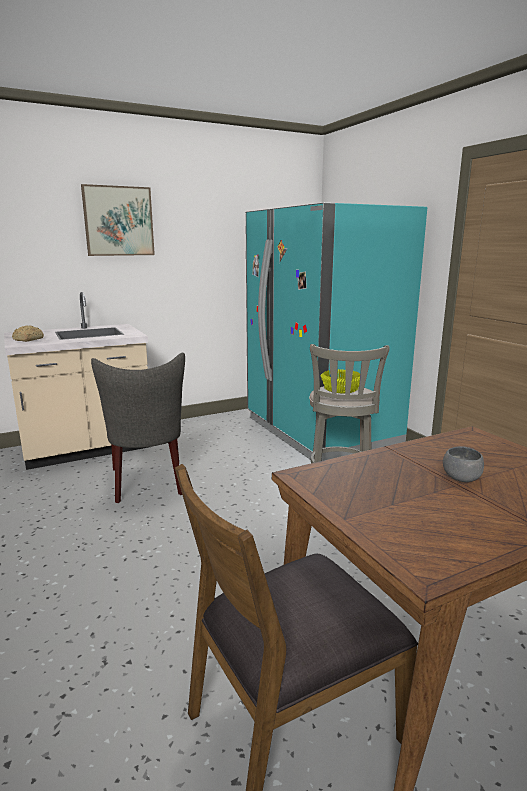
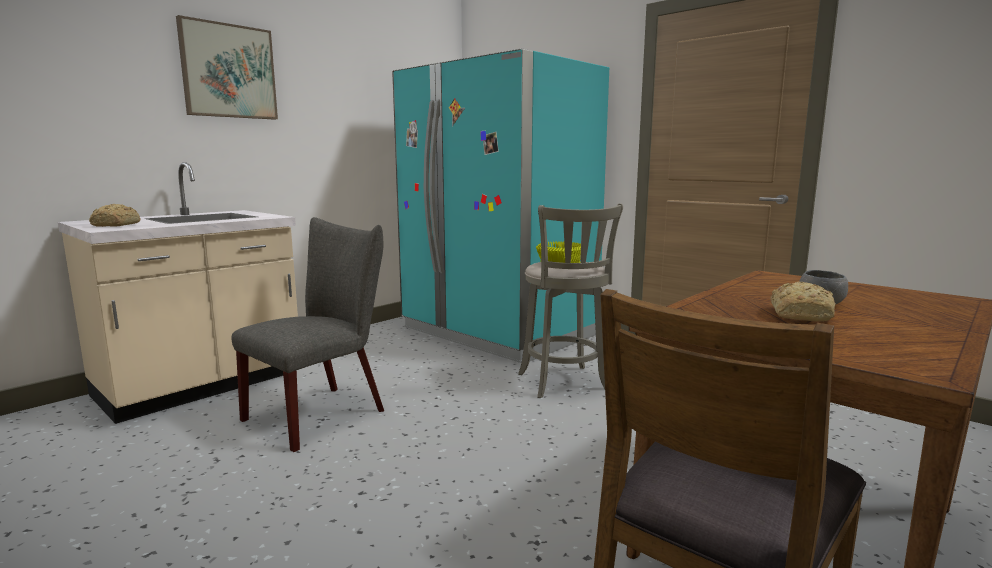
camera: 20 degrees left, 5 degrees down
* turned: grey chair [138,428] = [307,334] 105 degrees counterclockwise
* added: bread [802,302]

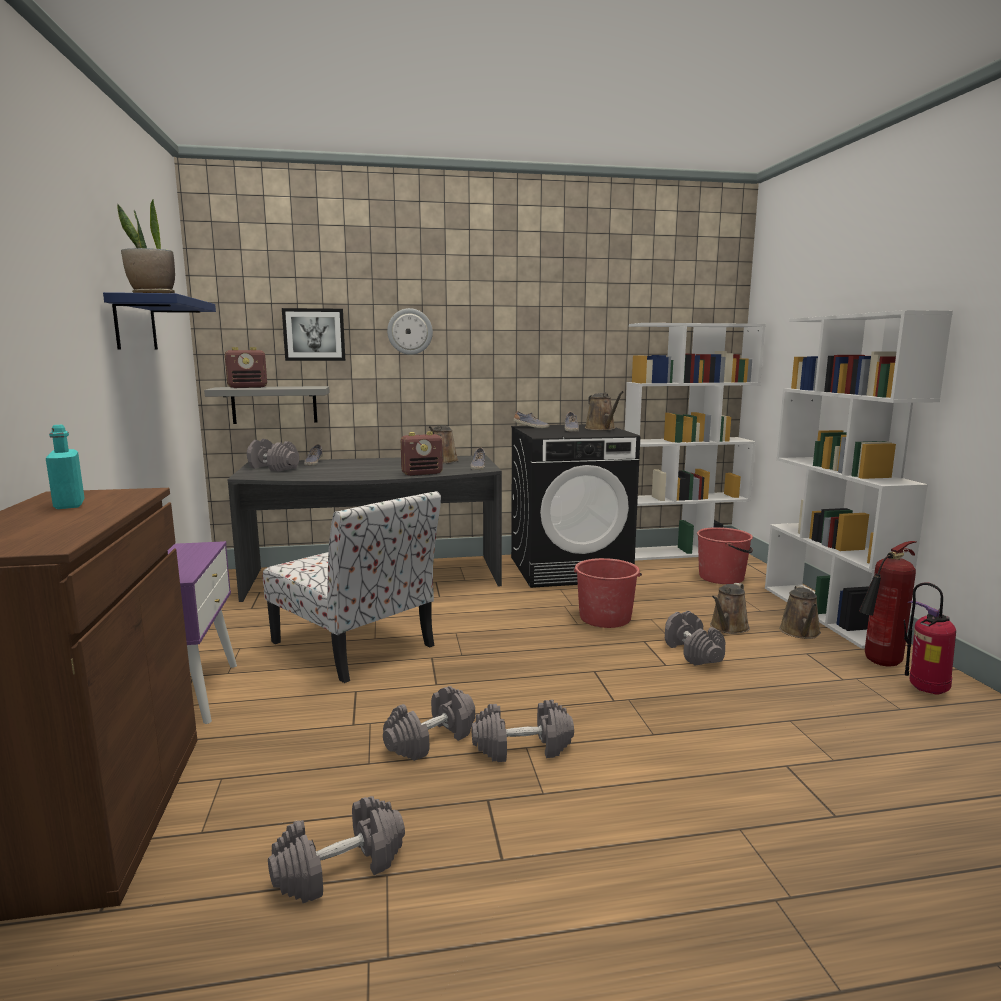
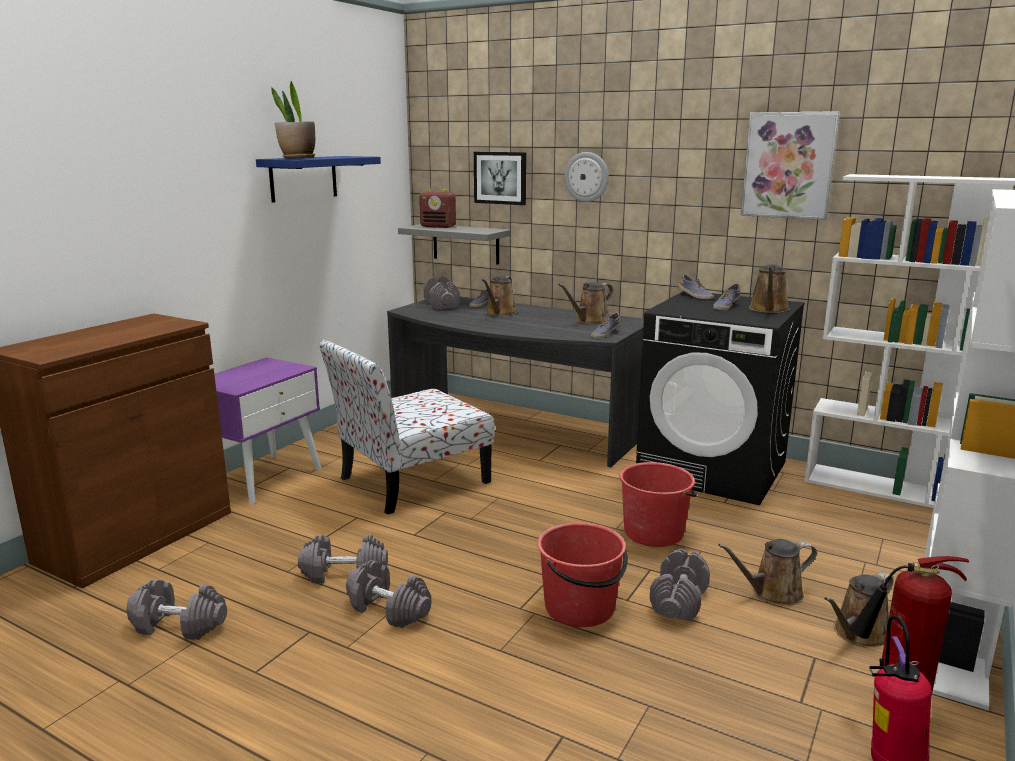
camera: 40 degrees right, 5 degrees up
* turned: chair [352,587] = [407,427] 60 degrees clockwise
* added: brown watering can [500,296]
* moved: red bucket [725,555] to [582,574]
* added: picture [790,165]
* removed: turquoise bottle [65,467]
* removed: radio [422,454]

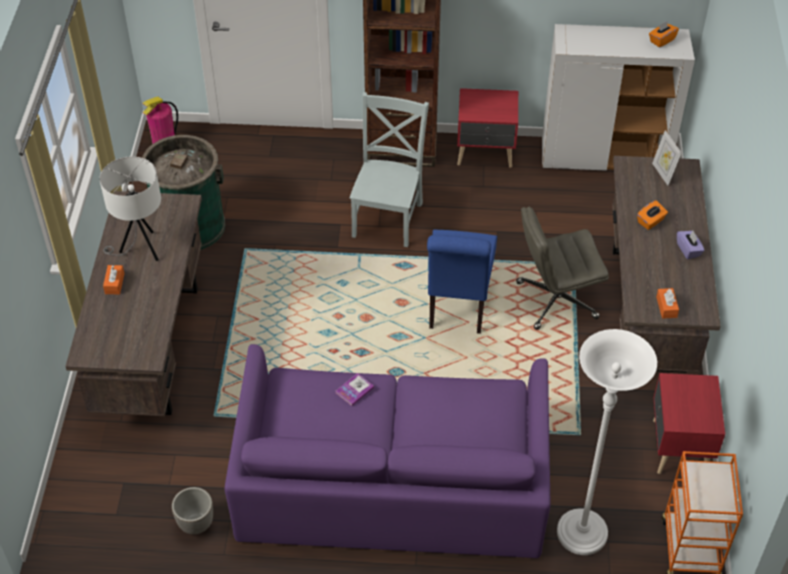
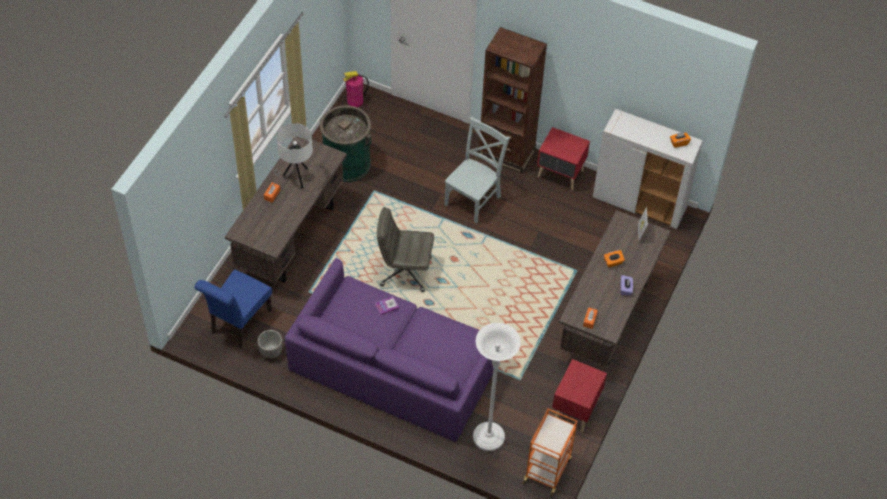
camera: 20 degrees right, 5 degrees up
* moved: blue chair [462,282] to [233,308]
* moved: grey office chair [562,268] to [405,249]

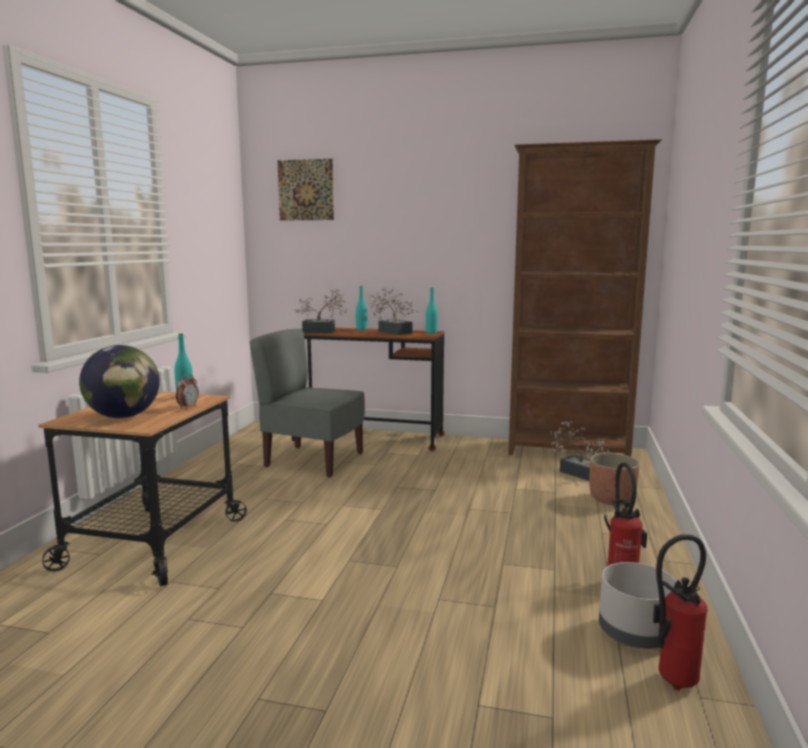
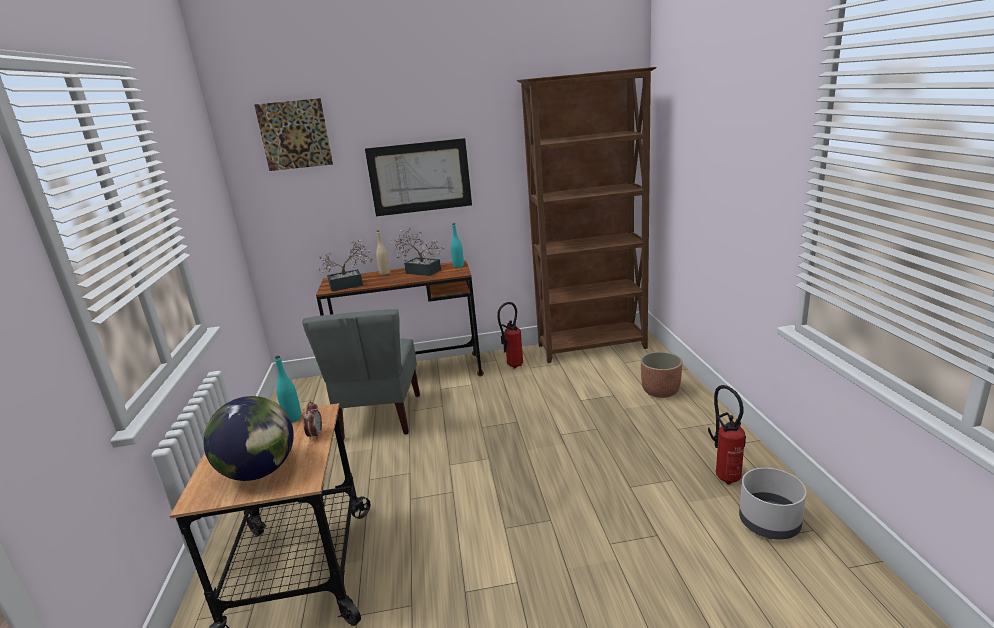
camera: 20 degrees left, 10 degrees up
* turned: grey chair [307,403] = [361,374] 90 degrees counterclockwise
* added: picture [418,177]
* recoloured: turquoise bottle [361,308] to beige bottle [383,252]
* moved: fire extinguisher [680,612] to [510,335]
* removed: potted plant [580,451]

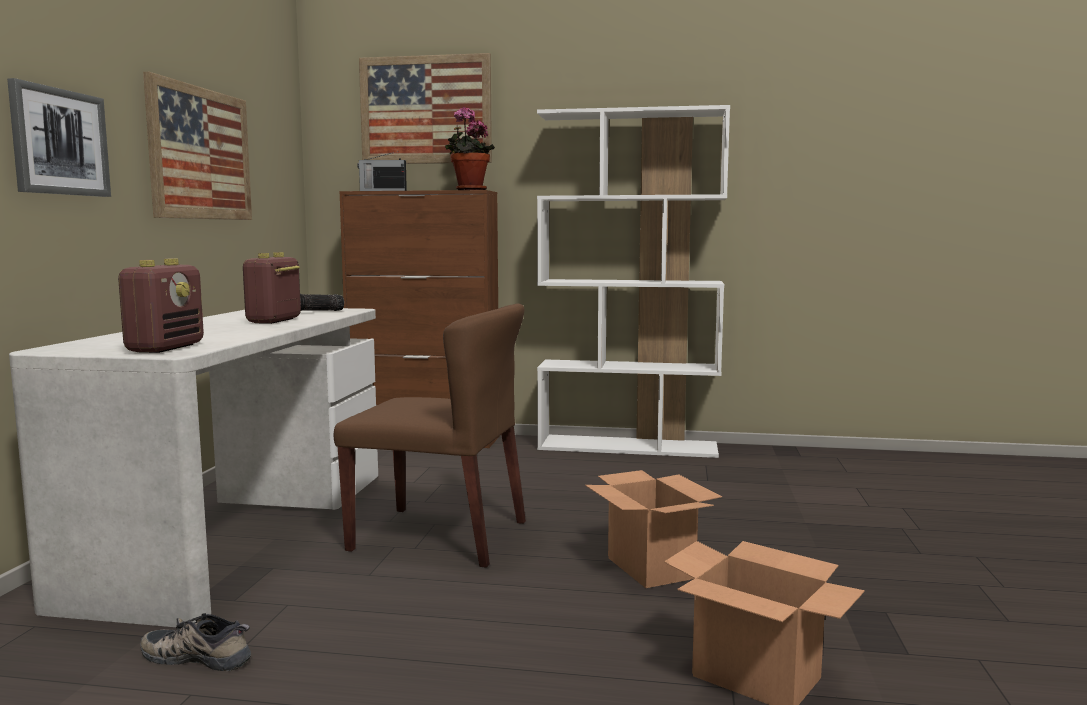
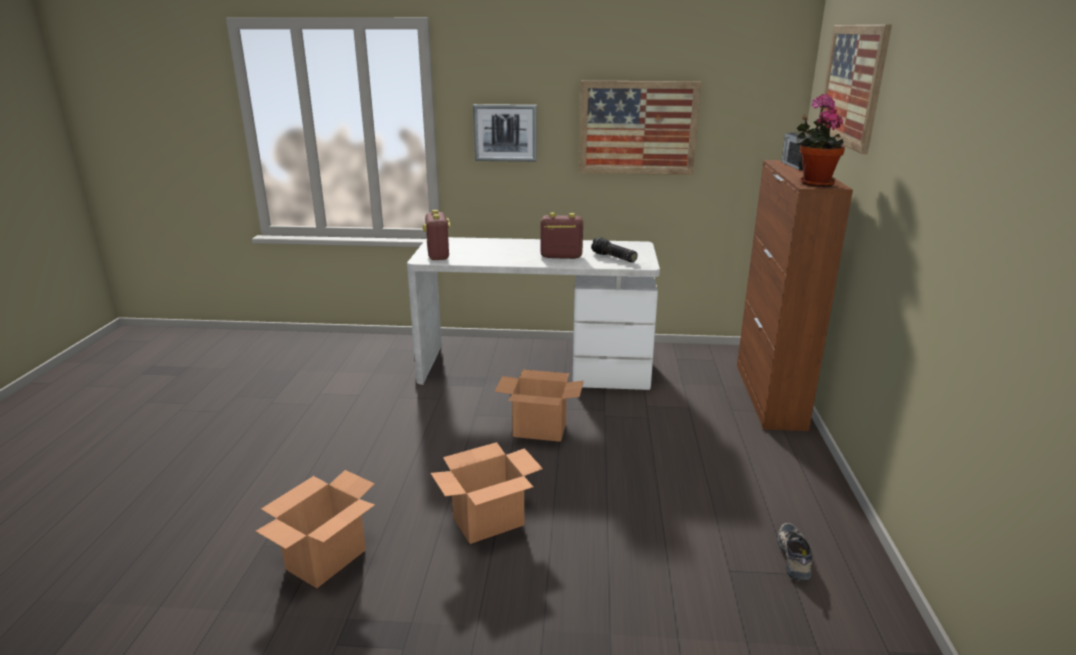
camera: 85 degrees right, 15 degrees up
* turned: radio [161,306] = [437,235] 75 degrees clockwise
* replaced: brown chair [430,436] to cardboard box [539,406]
* moved: shoe [195,642] to [794,552]
* removed: white bookcase [633,281]

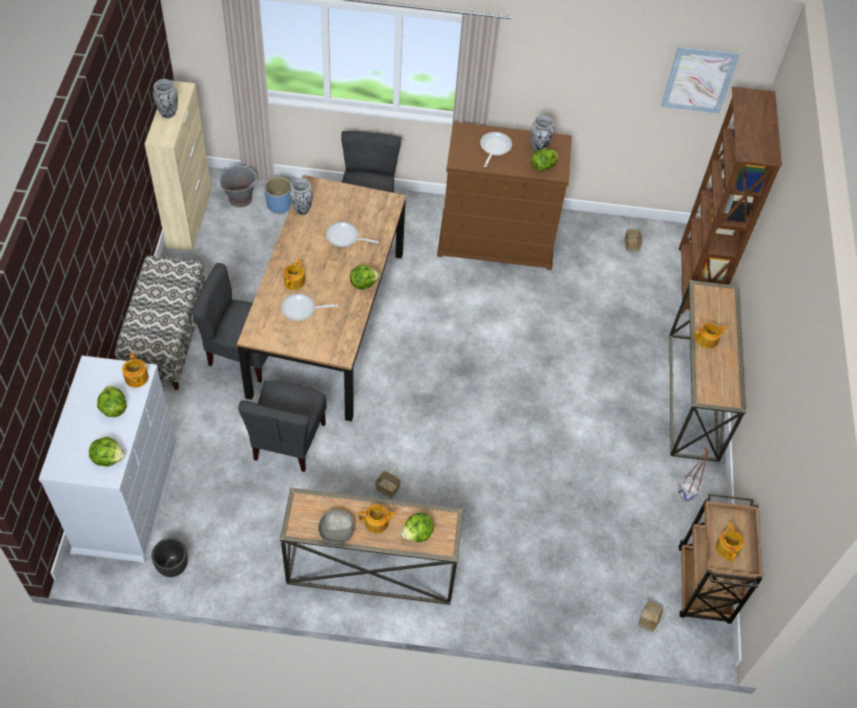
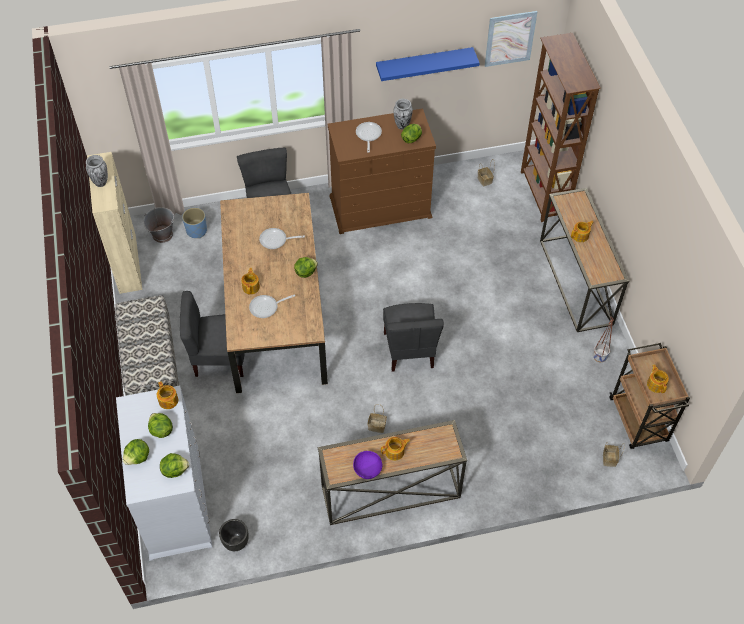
camera: 15 degrees left, 0 degrees up
* moved: lettuce [417,527] to [136,452]
* recoloured: grey bowl [336,527] to purple bowl [367,465]
* added: blue shelf [428,64]
* moved: grey chair [282,426] to [413,337]
* removed: vase [301,196]

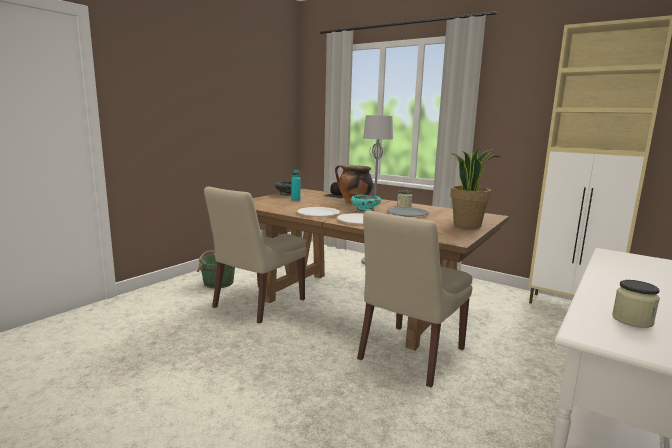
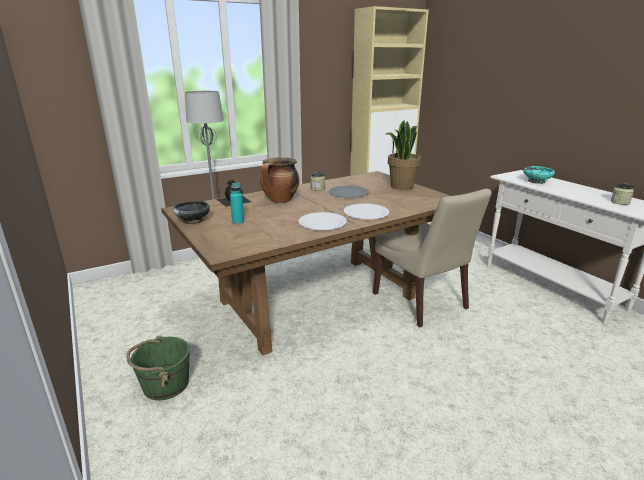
camera: 65 degrees left, 10 degrees up
* moved: turquoise bowl [366,203] to [539,175]
* removed: beige chair [255,255]

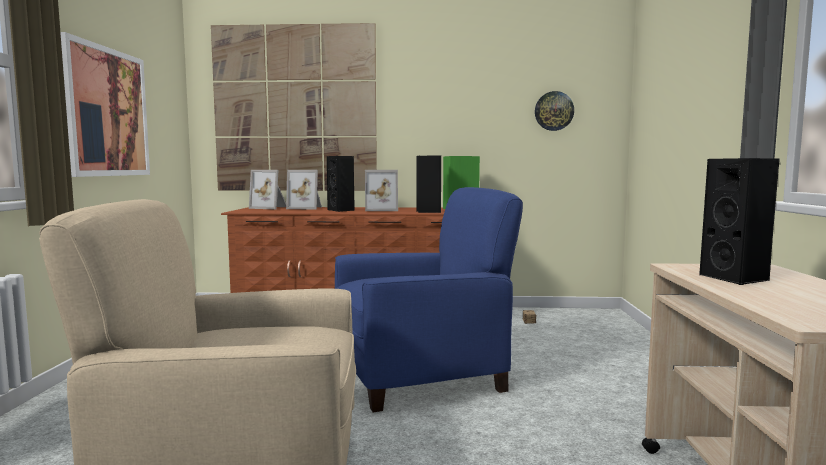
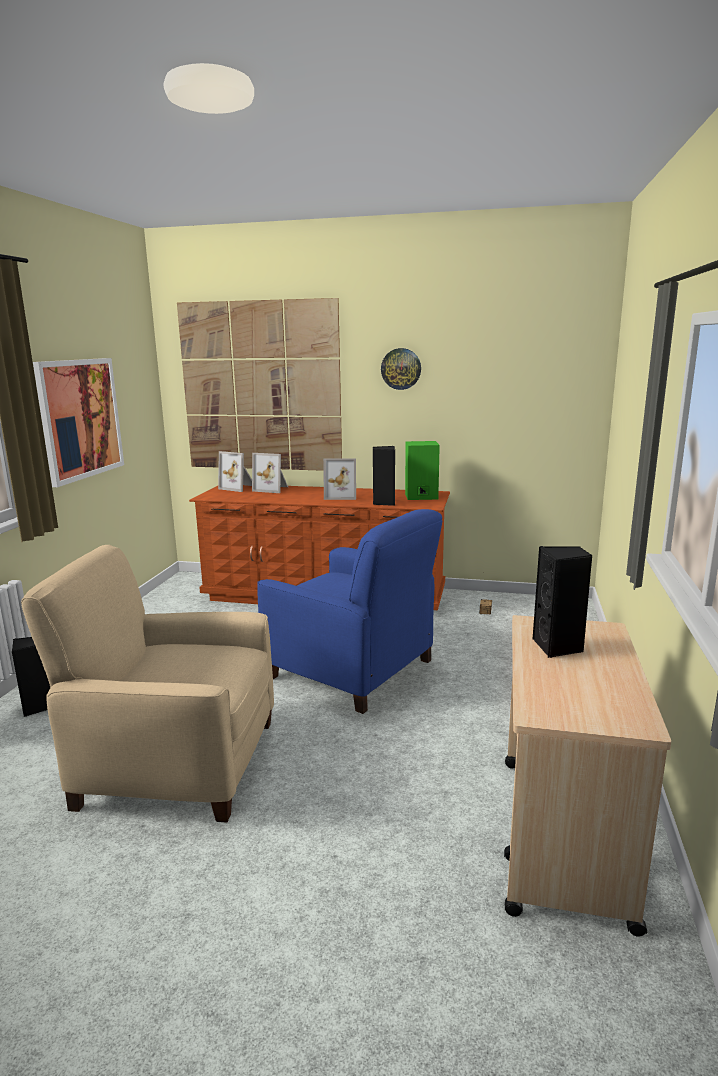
camera: 10 degrees right, 10 degrees up
* moved: black speaker [341,184] to [31,677]
* turned: blue armchair [429,299] = [349,611] 45 degrees clockwise
* moved: wall clock [554,111] to [401,369]

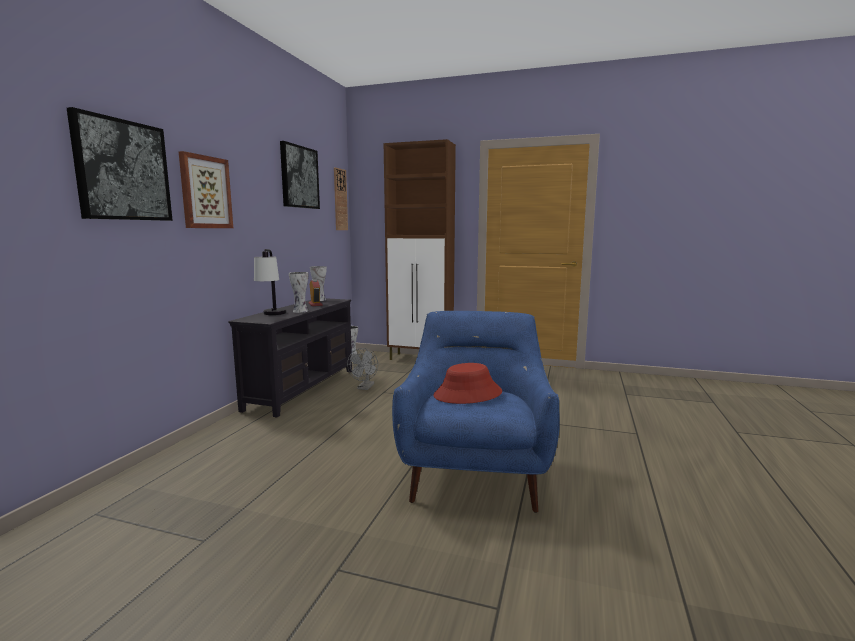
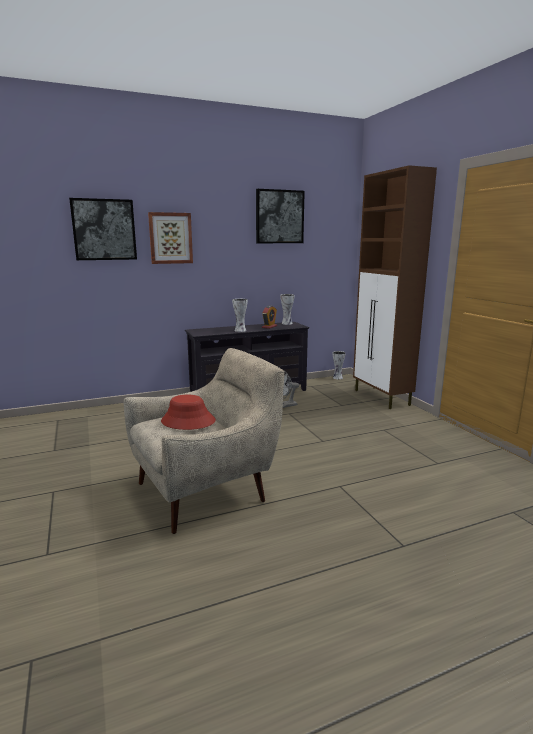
camera: 50 degrees right, 5 degrees up
* recoloured: blue armchair [476,412] to beige armchair [204,441]
* removed: table lamp [270,282]
* removed: wall clock [341,198]

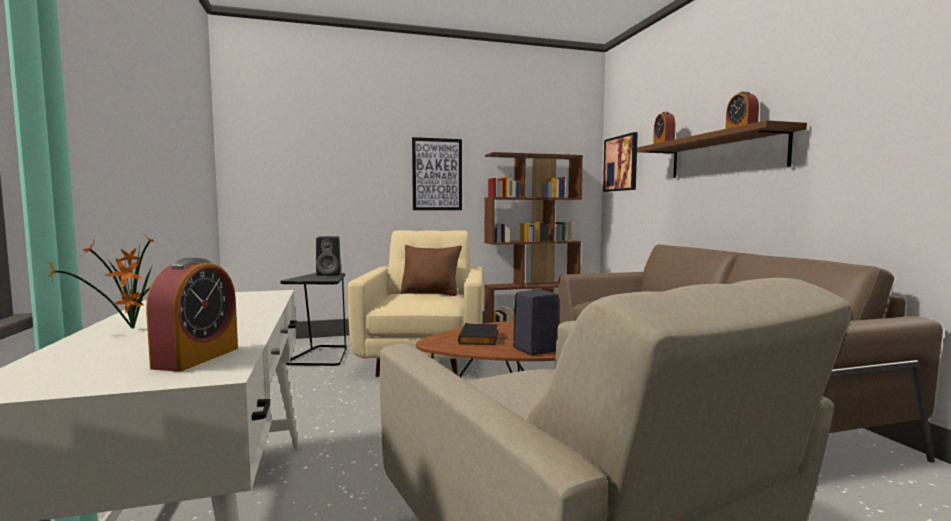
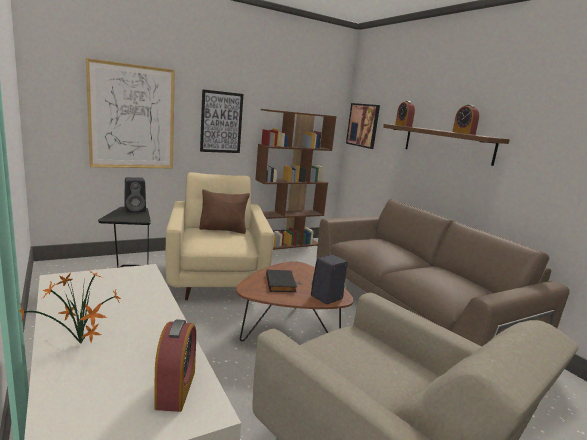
camera: 15 degrees left, 10 degrees up
* added: picture [130,113]

